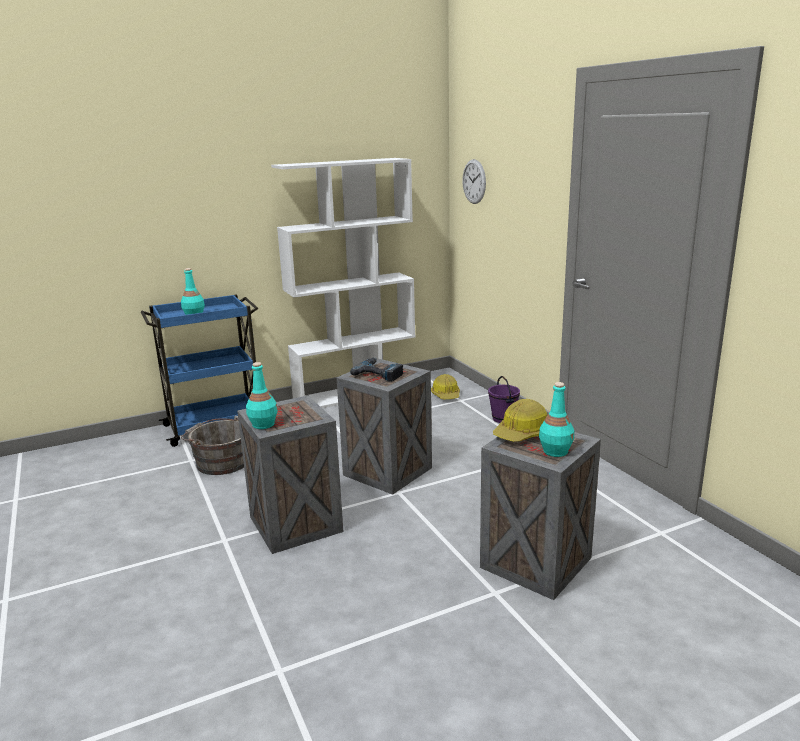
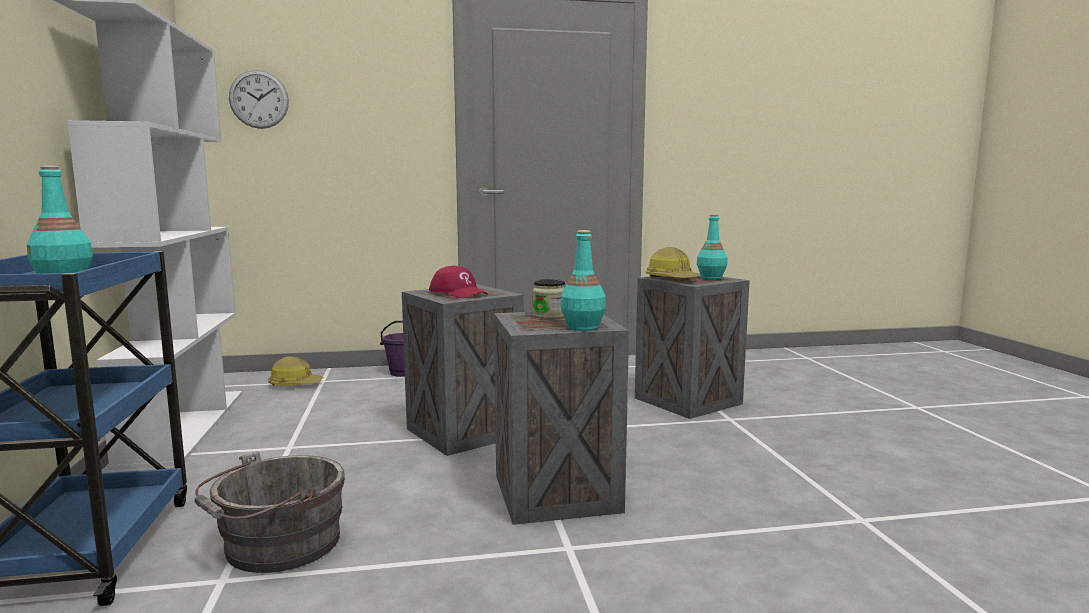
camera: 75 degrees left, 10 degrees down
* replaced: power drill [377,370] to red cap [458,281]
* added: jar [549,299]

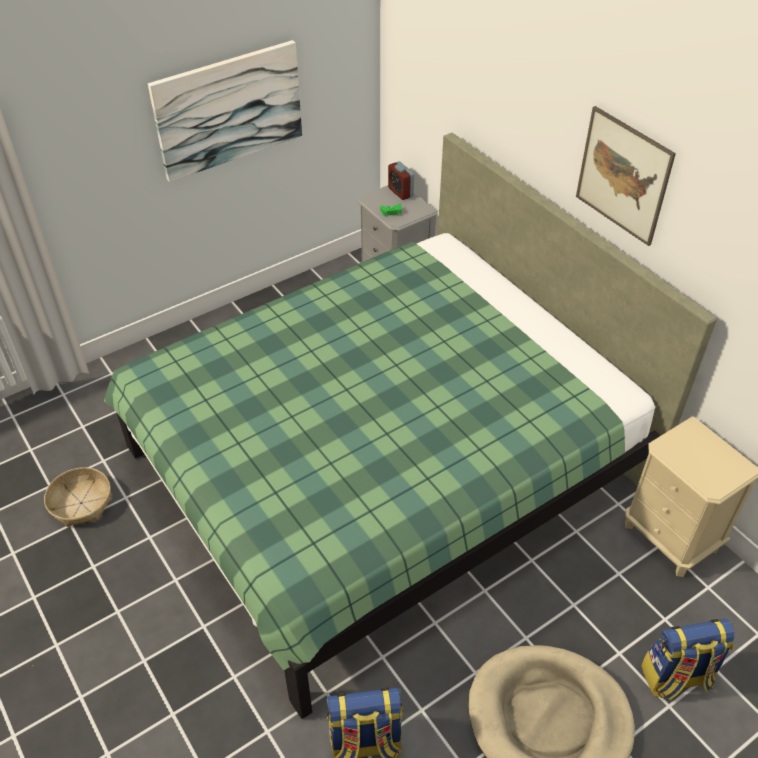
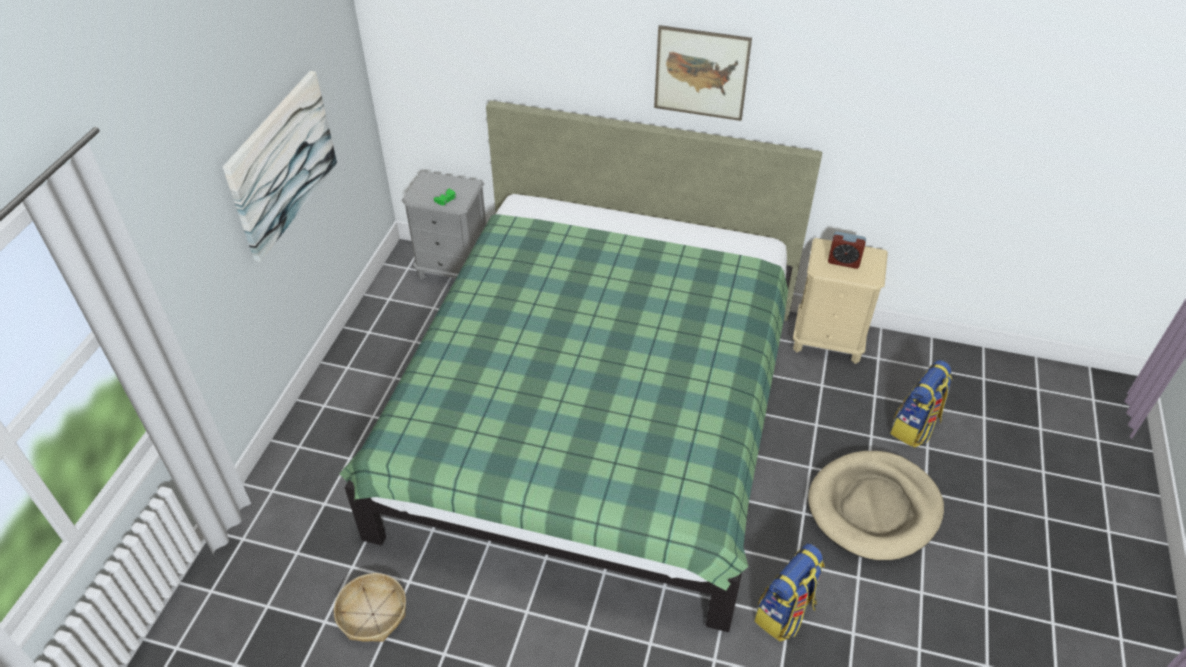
camera: 40 degrees left, 0 degrees up
* moved: alarm clock [401,180] to [847,250]

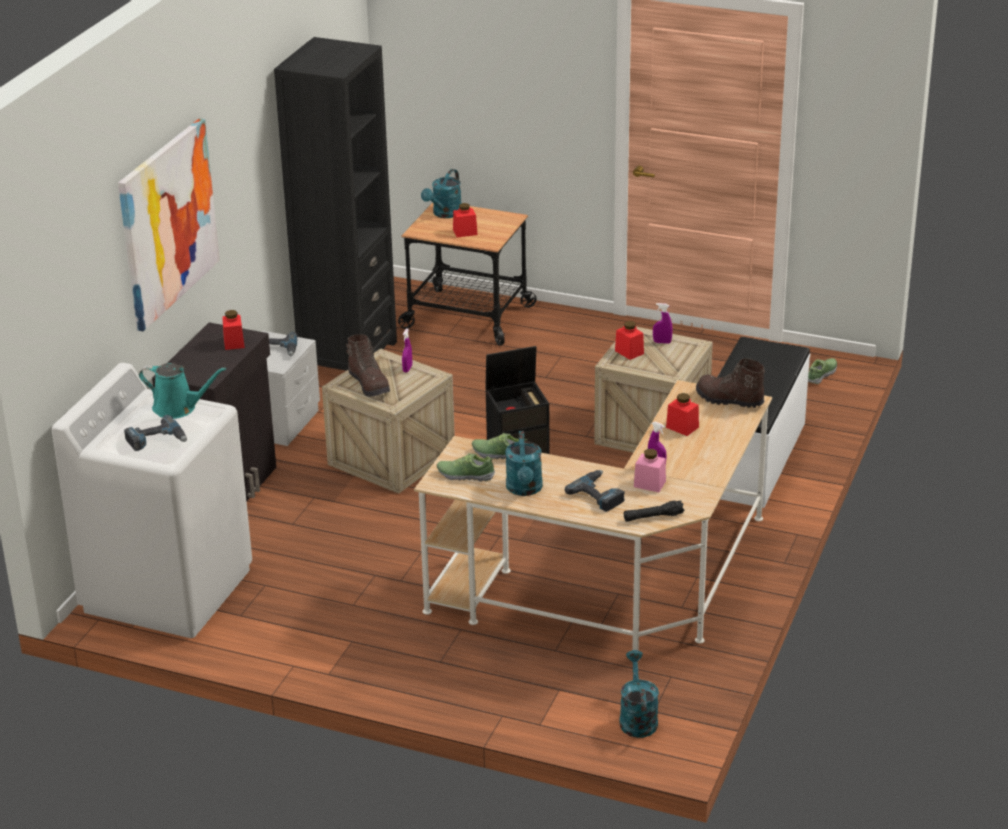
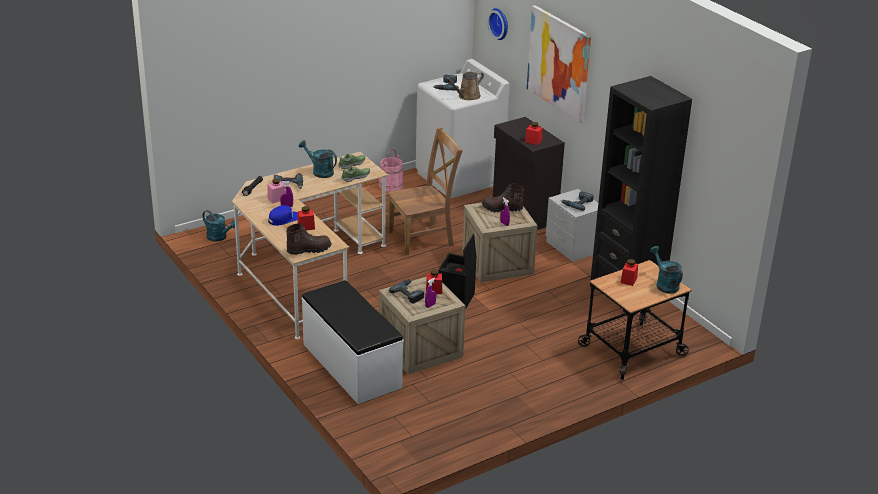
camera: 125 degrees right, 0 degrees up
* added: blue cap [283,215]
* added: pink bucket [391,170]
* added: brown chair [425,191]
* added: power drill [406,291]
* recoloured: turquoise watering can [182,391] to brown watering can [465,85]
* added: wall clock [497,24]
* removed: shoe [822,371]

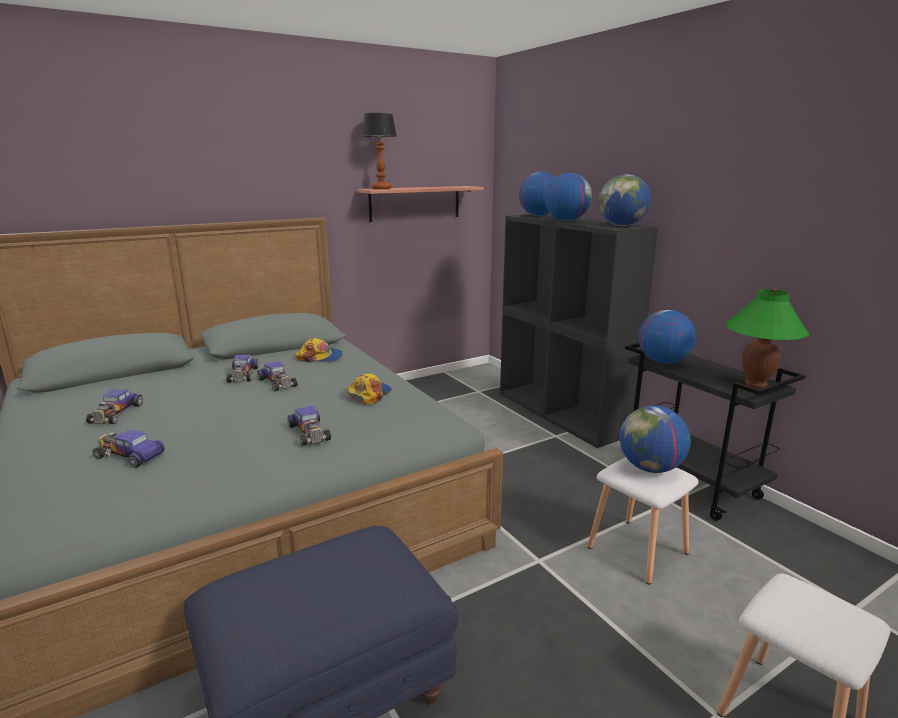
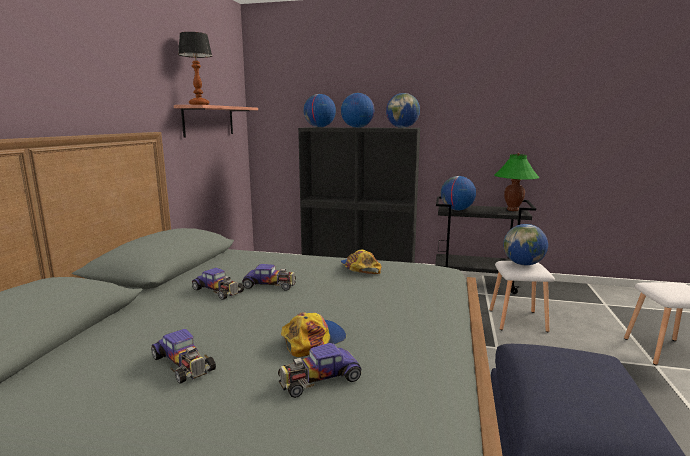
camera: 45 degrees left, 5 degrees down
* moved: cap [319,350] to [313,334]
* removed: toy car [309,426]

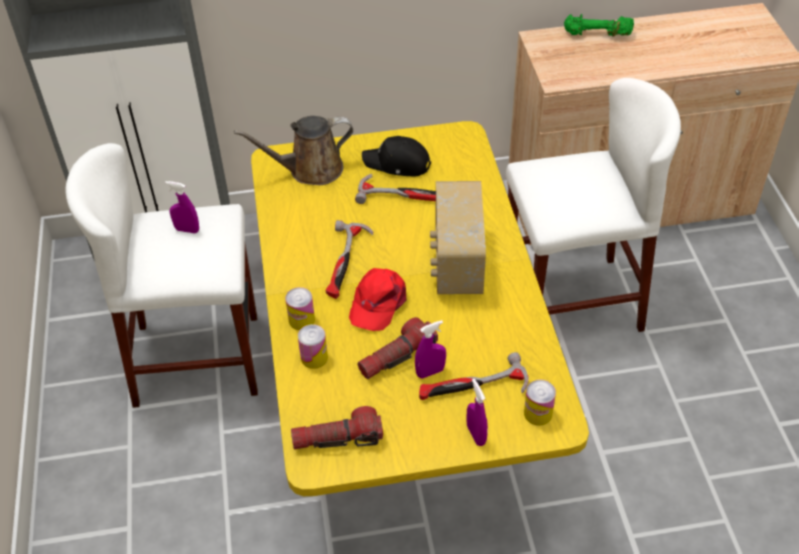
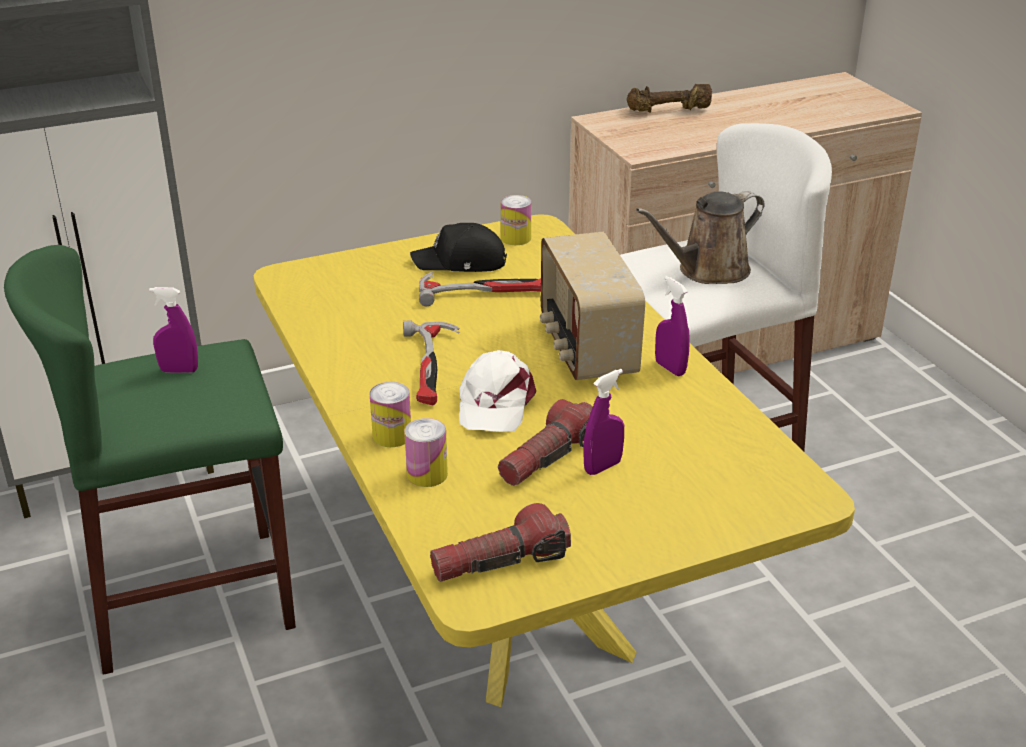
camera: 15 degrees left, 15 degrees down
* recoloured: white stool [161,275] to green stool [150,460]
* recoloured: red cap [378,299] to white cap [497,391]
* moved: can [540,403] to [516,220]
* recoloured: green dumbbell [599,25] to brown dumbbell [669,98]
* moved: brown watering can [293,150] to [700,237]
* moved: purple spray bottle [477,412] to [672,326]
* removed: hammer [474,376]

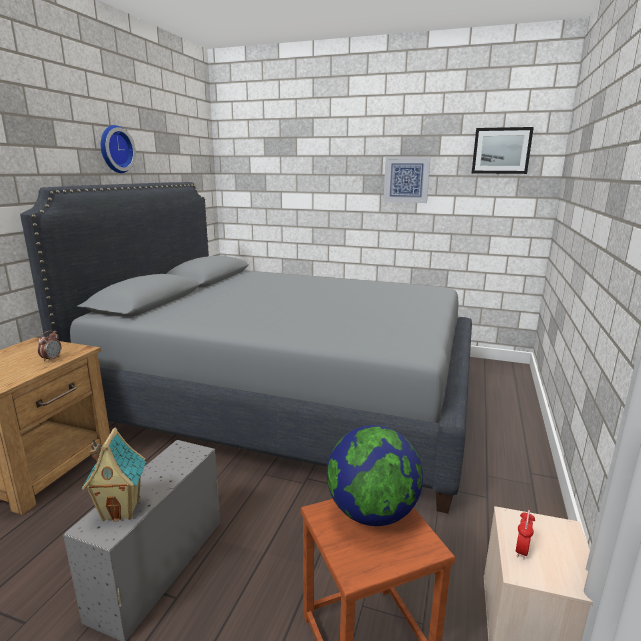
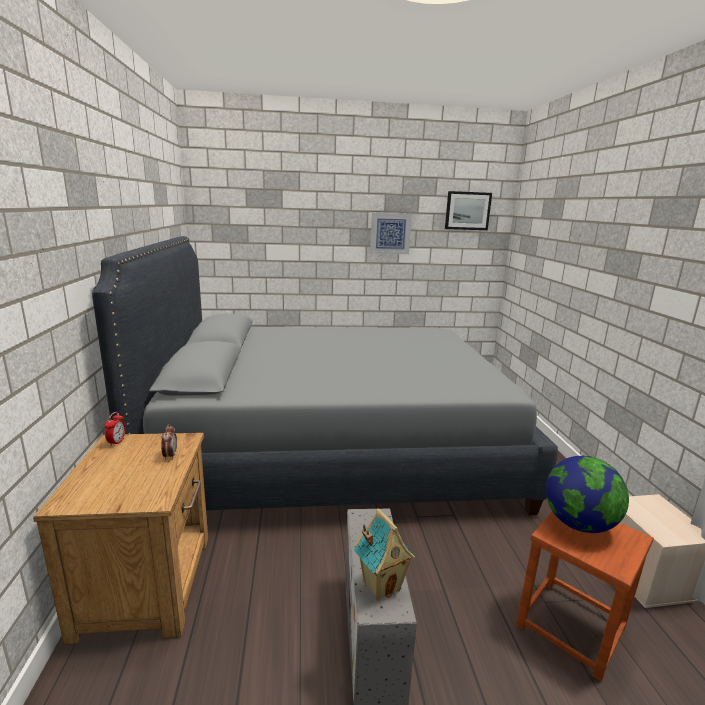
camera: 25 degrees left, 0 degrees up
* moved: alarm clock [525,534] to [115,429]
* removed: wall clock [118,149]

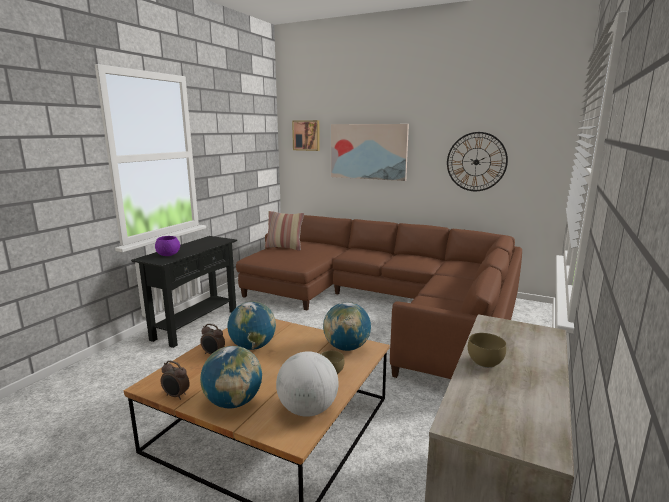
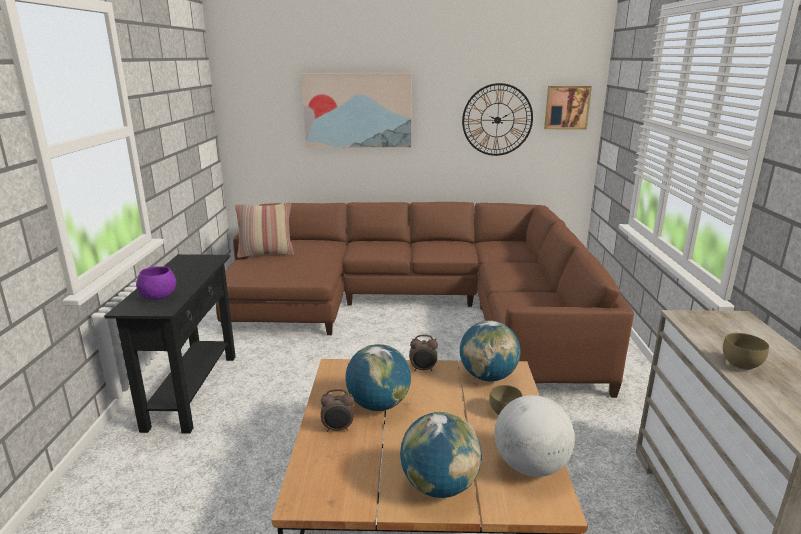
camera: 25 degrees left, 5 degrees up
* moved: alarm clock [175,380] to [423,353]
* moved: picture [306,135] to [568,107]

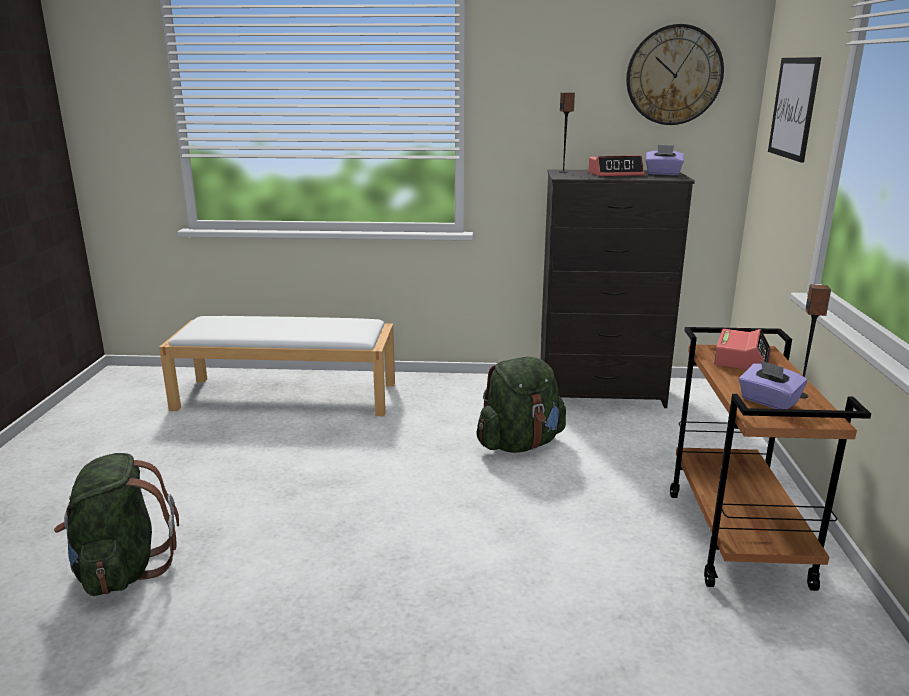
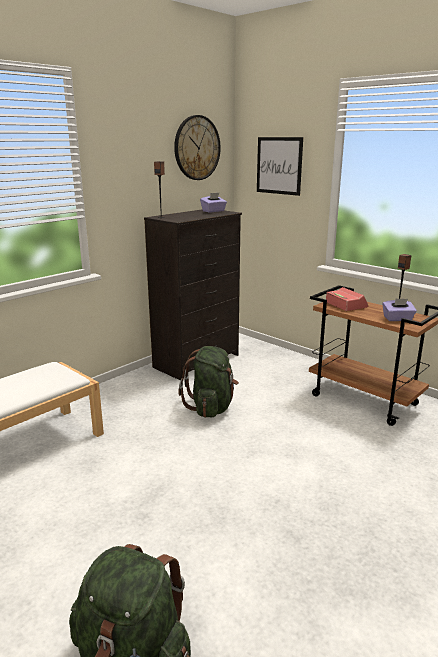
camera: 50 degrees left, 0 degrees up
* removed: alarm clock [616,166]

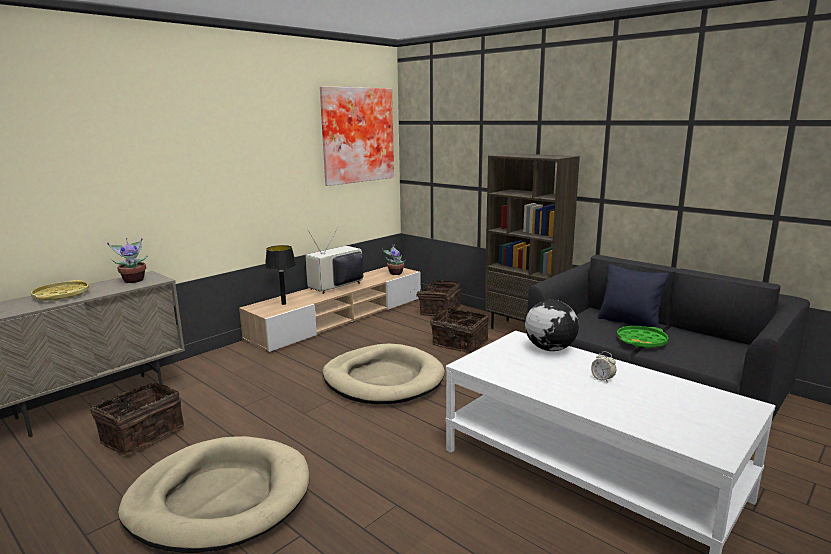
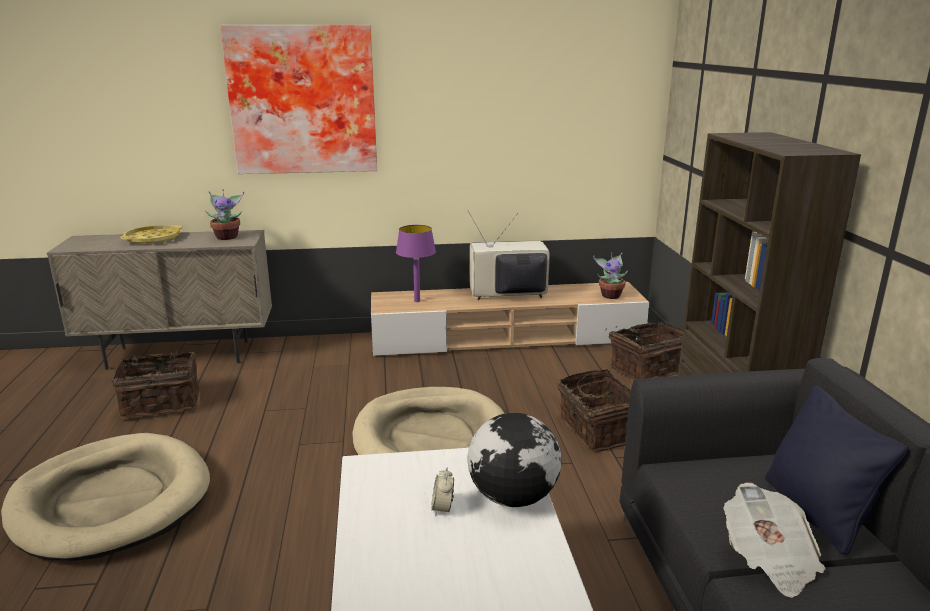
camera: 40 degrees right, 5 degrees up
* moved: picture [357,136] to [298,99]
* recoloured: black table lamp [280,275] to purple table lamp [416,263]
* moved: alarm clock [603,367] to [442,491]
* replaced: green tray [643,337] to newspaper [774,540]

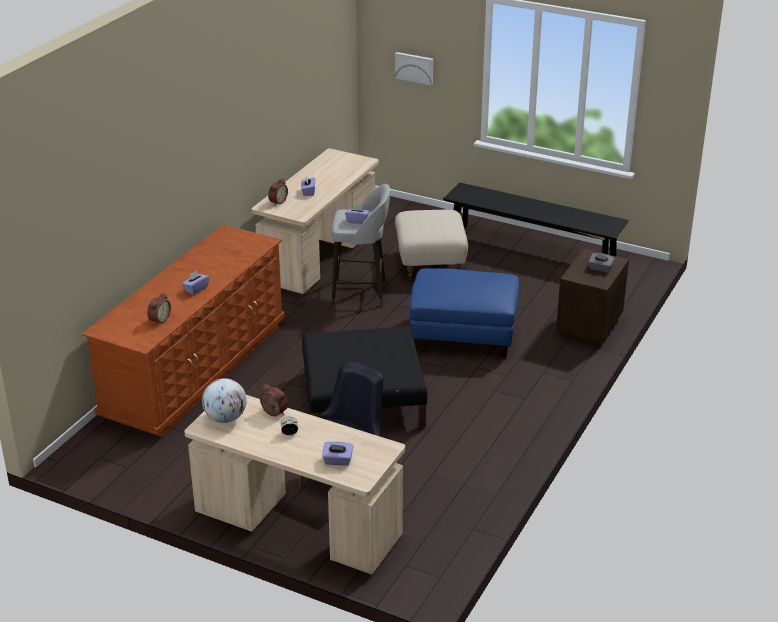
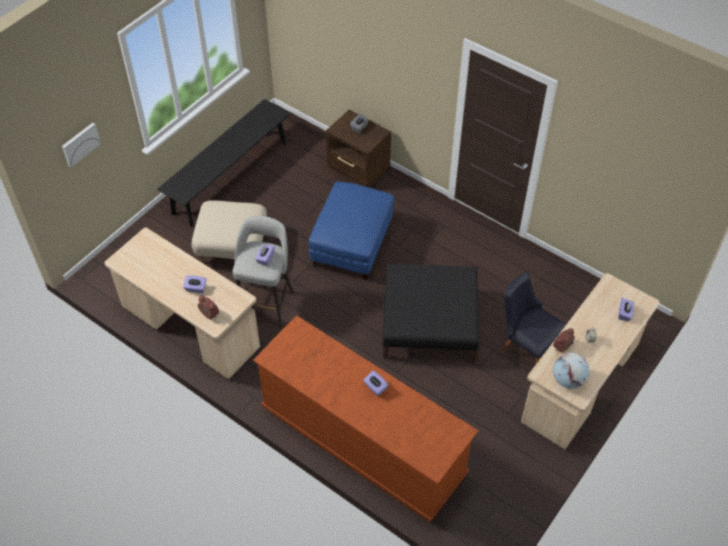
camera: 80 degrees left, 20 degrees up
* removed: alarm clock [159,308]

